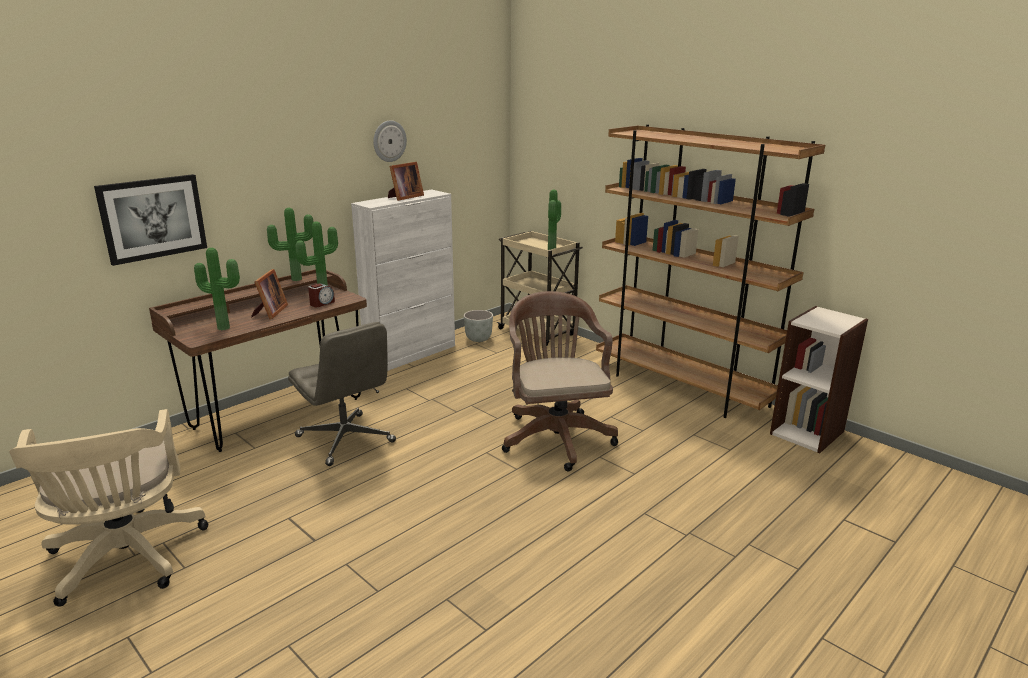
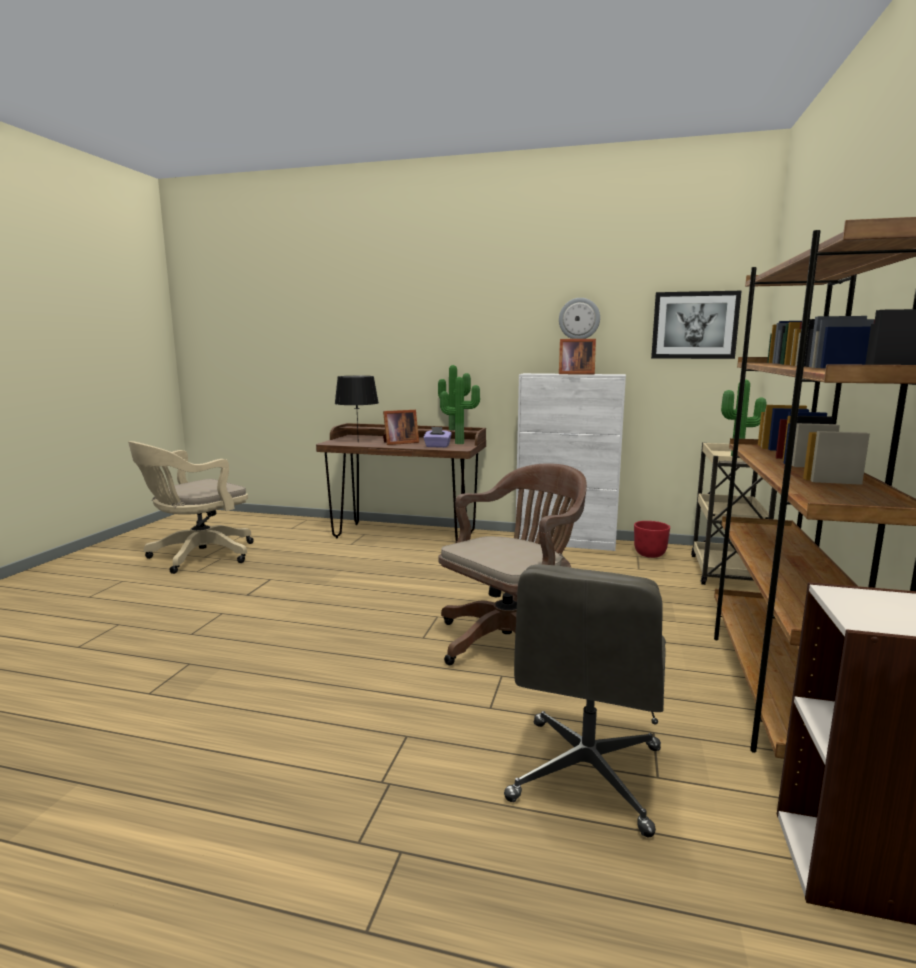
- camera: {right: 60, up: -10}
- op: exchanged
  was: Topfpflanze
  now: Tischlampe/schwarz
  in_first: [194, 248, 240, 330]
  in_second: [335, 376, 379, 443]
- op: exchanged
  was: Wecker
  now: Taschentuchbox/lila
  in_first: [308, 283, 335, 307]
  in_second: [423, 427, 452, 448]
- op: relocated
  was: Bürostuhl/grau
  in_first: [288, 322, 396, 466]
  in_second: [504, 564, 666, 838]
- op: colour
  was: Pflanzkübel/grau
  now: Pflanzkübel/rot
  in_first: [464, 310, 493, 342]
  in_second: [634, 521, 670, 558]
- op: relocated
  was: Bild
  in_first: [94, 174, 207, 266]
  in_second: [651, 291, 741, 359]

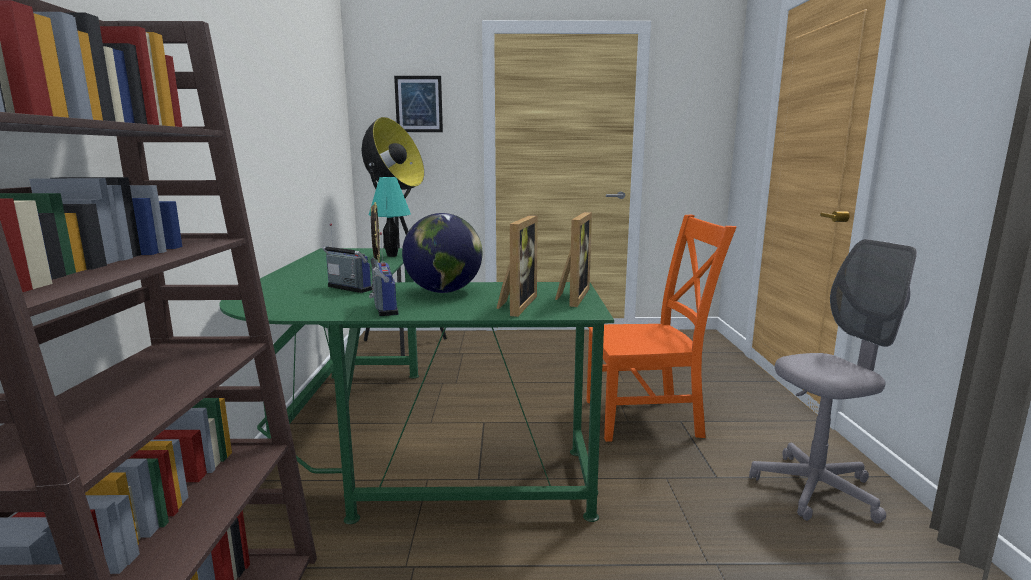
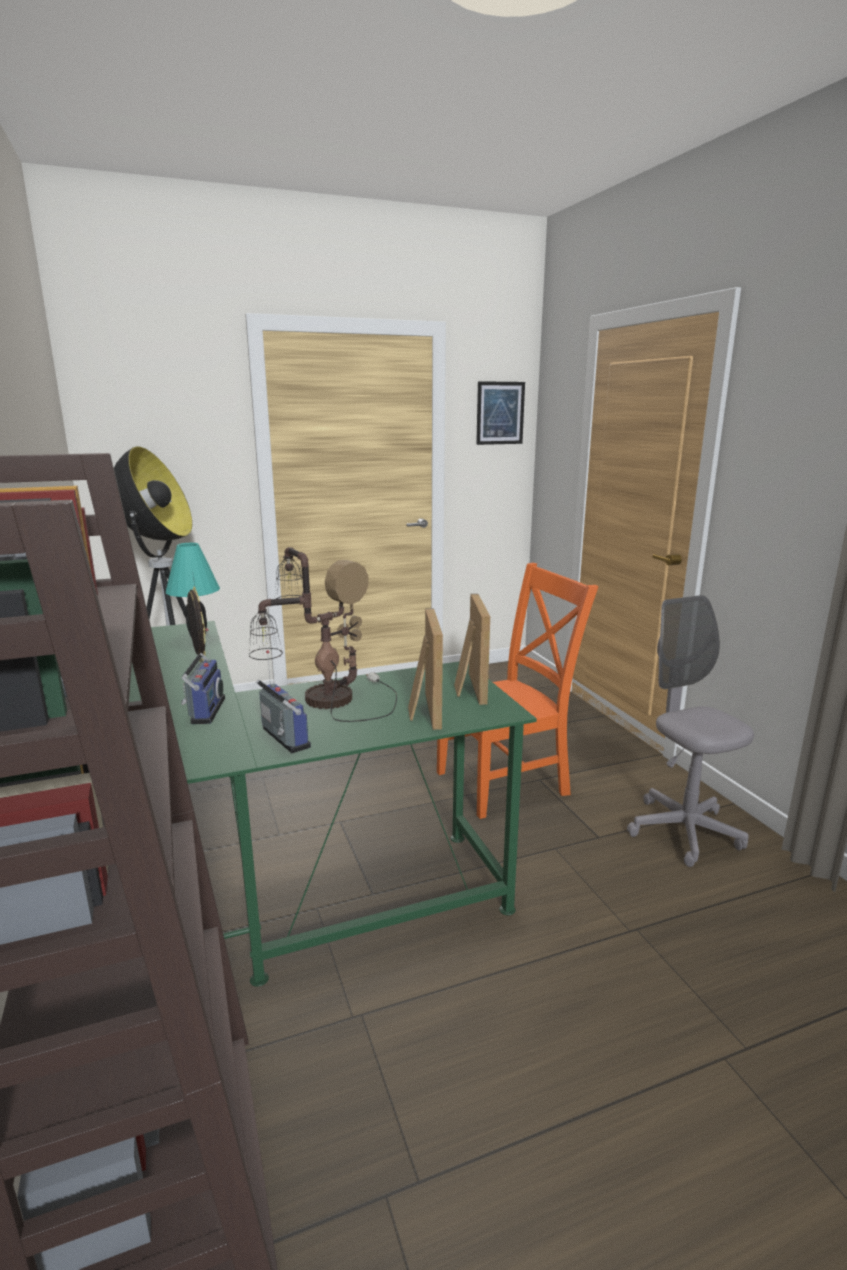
- camera: {right: -20, up: 5}
- op: spun
  was: Radio
  in_first: [322, 224, 373, 293]
  in_second: [181, 628, 225, 724]
  clockwise: 75
- op: exchanged
  was: Globus
  now: Tischlampe
  in_first: [402, 213, 482, 293]
  in_second: [249, 547, 397, 722]
- op: relocated
  was: Bild
  in_first: [394, 76, 443, 132]
  in_second: [476, 381, 525, 445]
- op: spun
  was: Bürostuhl/grau
  in_first: [749, 239, 917, 524]
  in_second: [627, 595, 754, 867]
  clockwise: -75

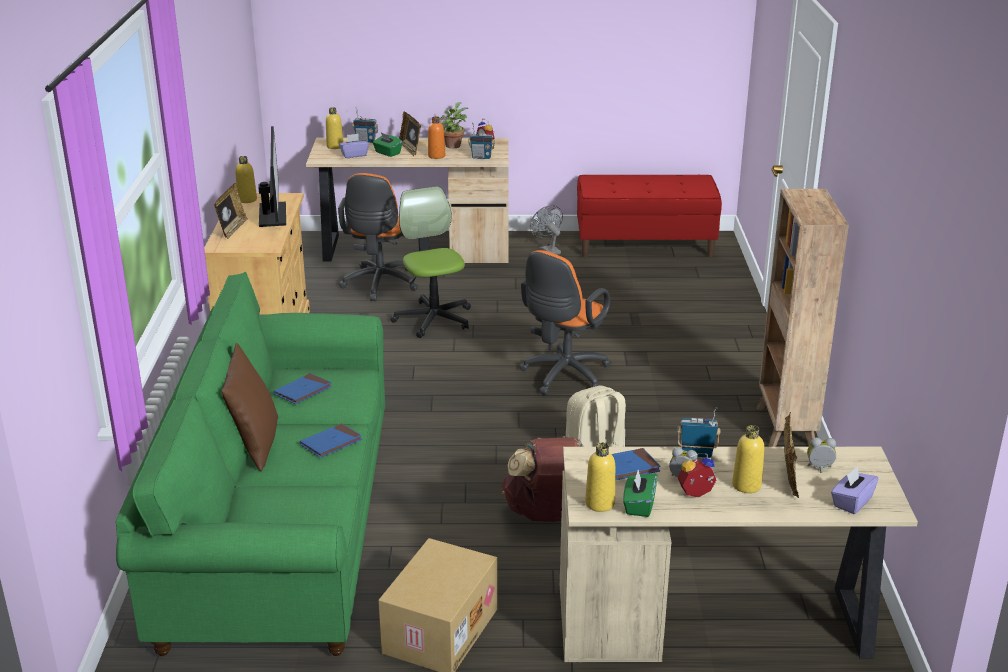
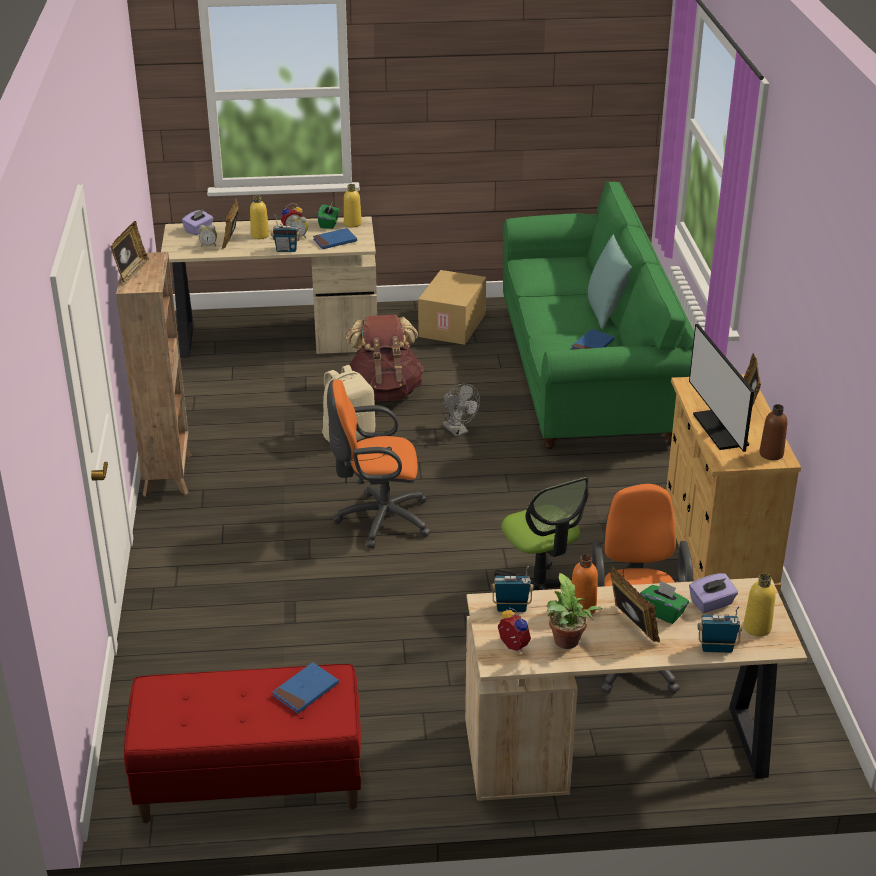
- camera: {right: 175, up: 5}
- op: appeared
  now: Bilderrahmen
  in_second: [111, 221, 150, 284]
- op: relocated
  was: Buch/blau
  in_first: [300, 423, 362, 458]
  in_second: [272, 662, 339, 714]
- op: spun
  was: Bürostuhl/orange
  in_first: [520, 250, 611, 395]
  in_second: [327, 380, 431, 548]
  clockwise: -120
- op: relocated
  was: Ventilator/grau
  in_first: [530, 205, 563, 255]
  in_second: [442, 384, 480, 437]
- op: colour
  was: Kissen/braun
  now: Kissen/türkis
  in_first: [222, 343, 278, 471]
  in_second: [588, 234, 632, 330]
- op: colour
  was: Flasche/gelb
  now: Flasche/braun
  in_first: [235, 156, 257, 203]
  in_second: [759, 404, 787, 460]

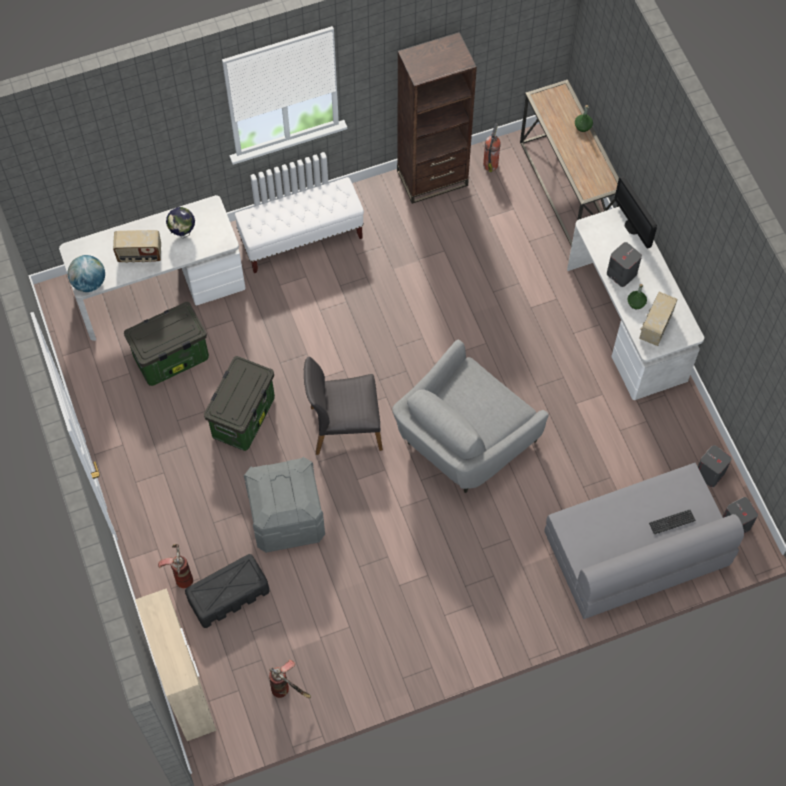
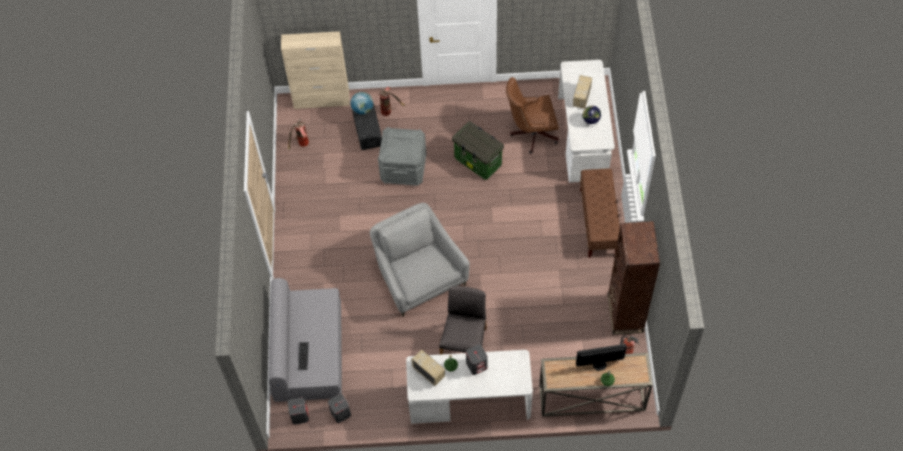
- camera: {right: 110, up: -5}
- op: relocated
  was: Globus
  in_first: [68, 255, 105, 292]
  in_second: [351, 92, 373, 115]
- op: relocated
  was: Stuhl/grau
  in_first: [304, 356, 383, 455]
  in_second: [439, 286, 487, 354]
- op: exchanged
  was: Aufbewahrungsbox
  now: Bürostuhl/braun
  in_first: [124, 302, 209, 386]
  in_second: [506, 77, 559, 154]
- op: relocated
  was: Monitor
  in_first: [615, 176, 657, 249]
  in_second: [576, 344, 627, 371]
- op: colour
  was: Bank/weiß
  now: Bank/braun
  in_first: [235, 177, 364, 273]
  in_second: [580, 169, 620, 258]

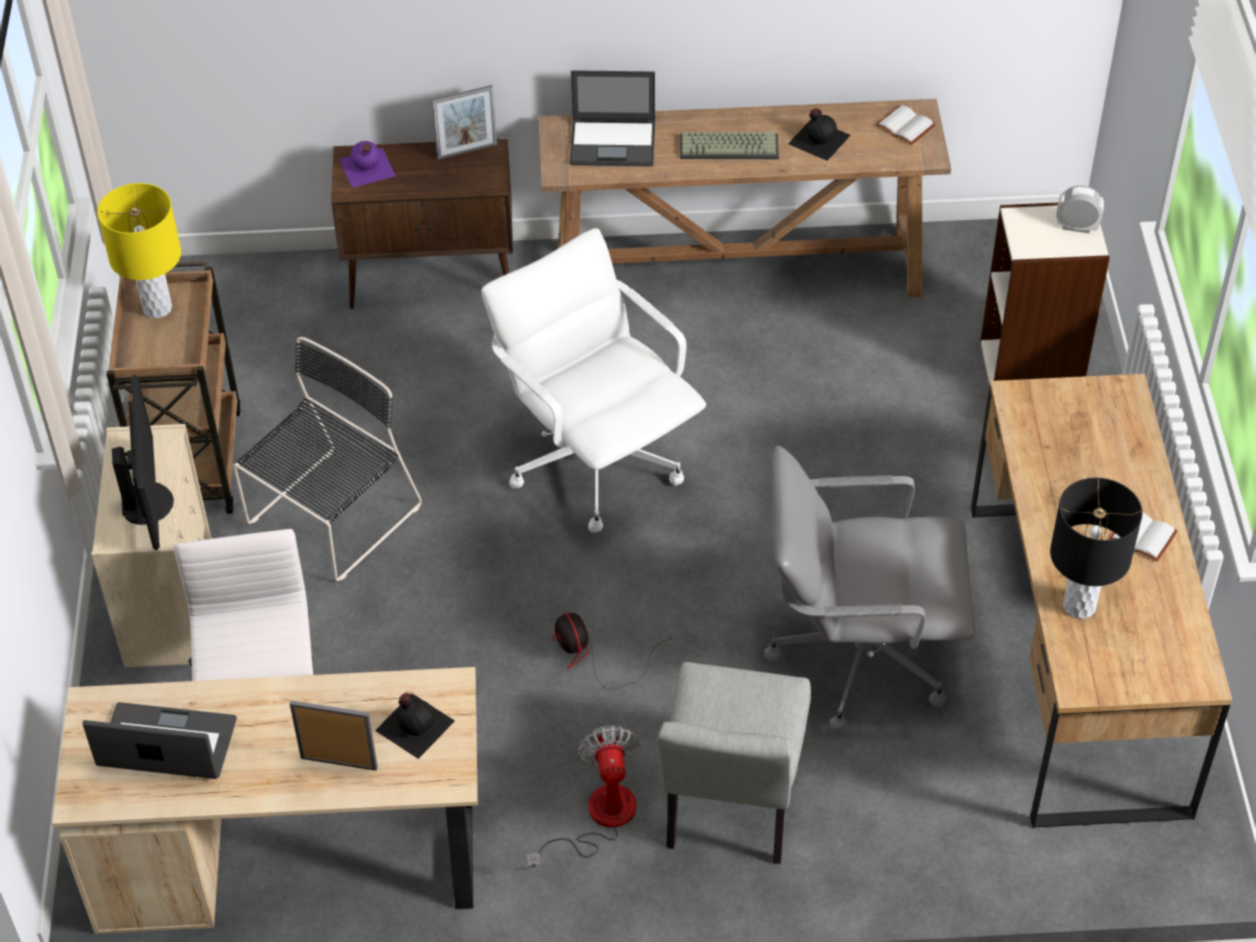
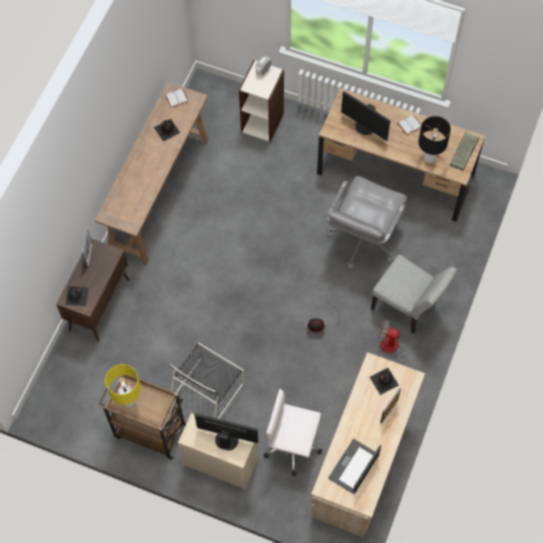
- camera: {right: -65, up: 15}
- op: colour
  was: Flasche/lila
  now: Flasche/schwarz
  in_first: [339, 141, 396, 188]
  in_second: [65, 286, 89, 306]
- op: spun
  was: Stuhl/schwarz
  in_first: [233, 337, 422, 581]
  in_second: [170, 342, 244, 419]
  clockwise: -120
- op: appeared
  now: Monitor
  in_second: [341, 91, 390, 141]
- op: relocated
  was: Tastatur
  in_first: [680, 132, 779, 159]
  in_second: [450, 132, 479, 171]
- op: missing
  was: Bürostuhl/weiß
  in_first: [481, 228, 706, 533]
- op: missing
  was: Laptop
  in_first: [570, 70, 655, 167]

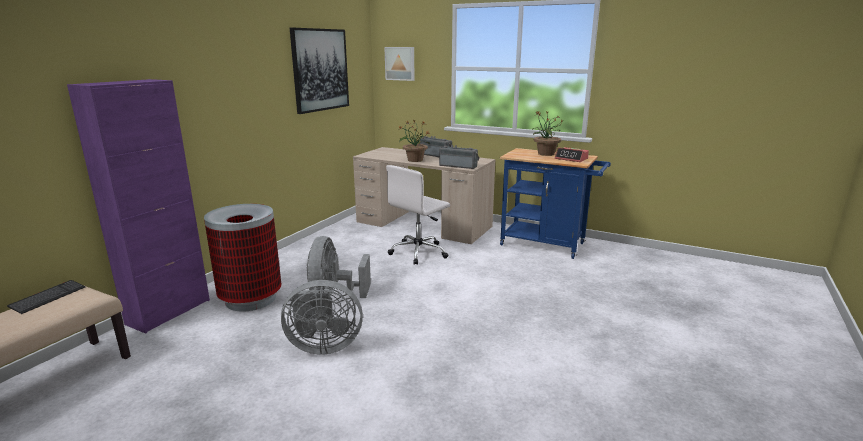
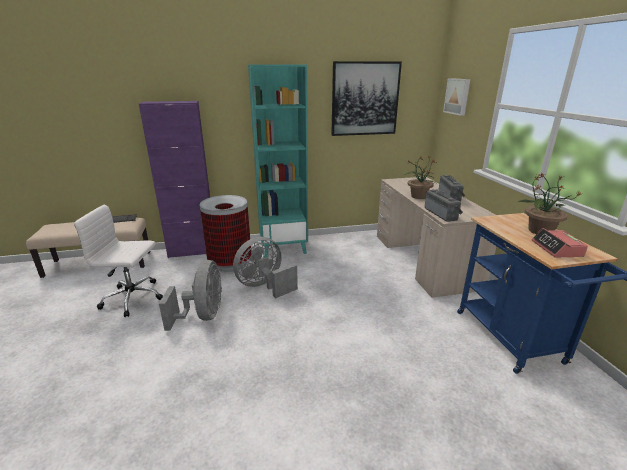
- camera: {right: 50, up: 5}
- op: relocated
  was: Bürostuhl/weiß
  in_first: [386, 165, 450, 265]
  in_second: [74, 205, 163, 317]
- op: spun
  was: Ventilator/grau
  in_first: [281, 280, 363, 354]
  in_second: [159, 260, 222, 331]
  clockwise: -135
- op: appeared
  now: Bücherregal/türkis
  in_second: [248, 64, 308, 257]

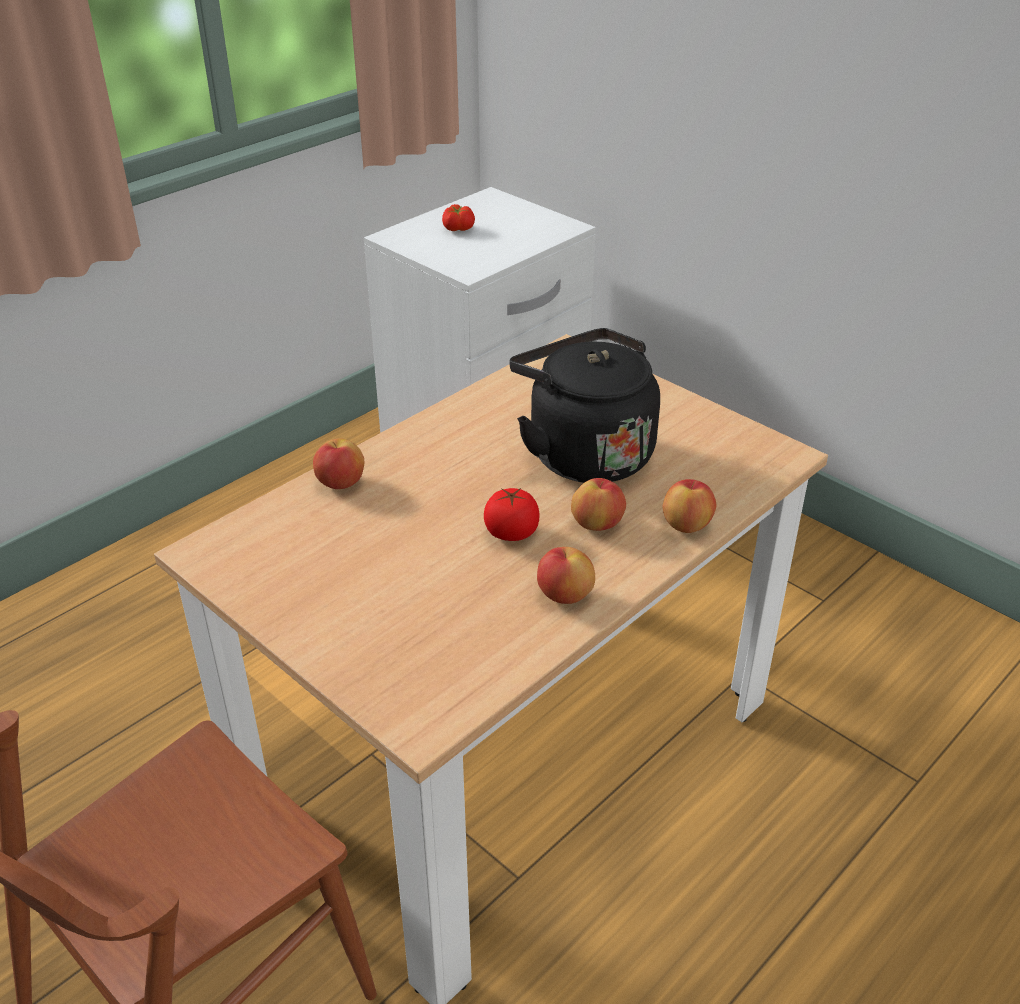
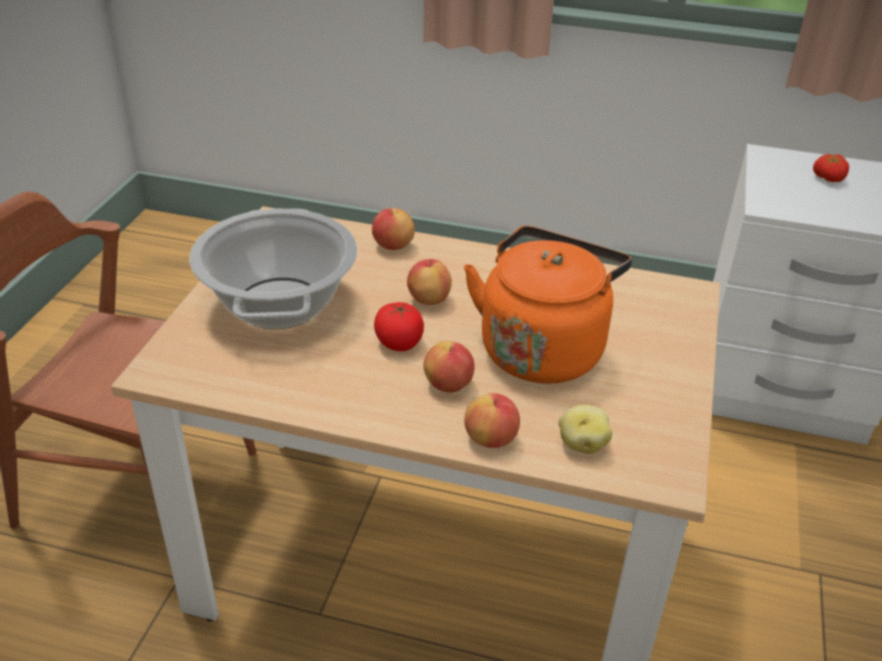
- camera: {right: 60, up: 0}
- op: appeared
  now: Kochtopf
  in_second: [190, 209, 358, 329]
- op: relocated
  was: Apfel
  in_first: [537, 547, 595, 604]
  in_second: [407, 259, 452, 305]
- op: colour
  was: Wasserkessel/schwarz
  now: Wasserkessel/orange
  in_first: [509, 328, 660, 483]
  in_second: [464, 226, 632, 384]
- op: appeared
  now: Kartoffel
  in_second: [558, 404, 612, 454]

